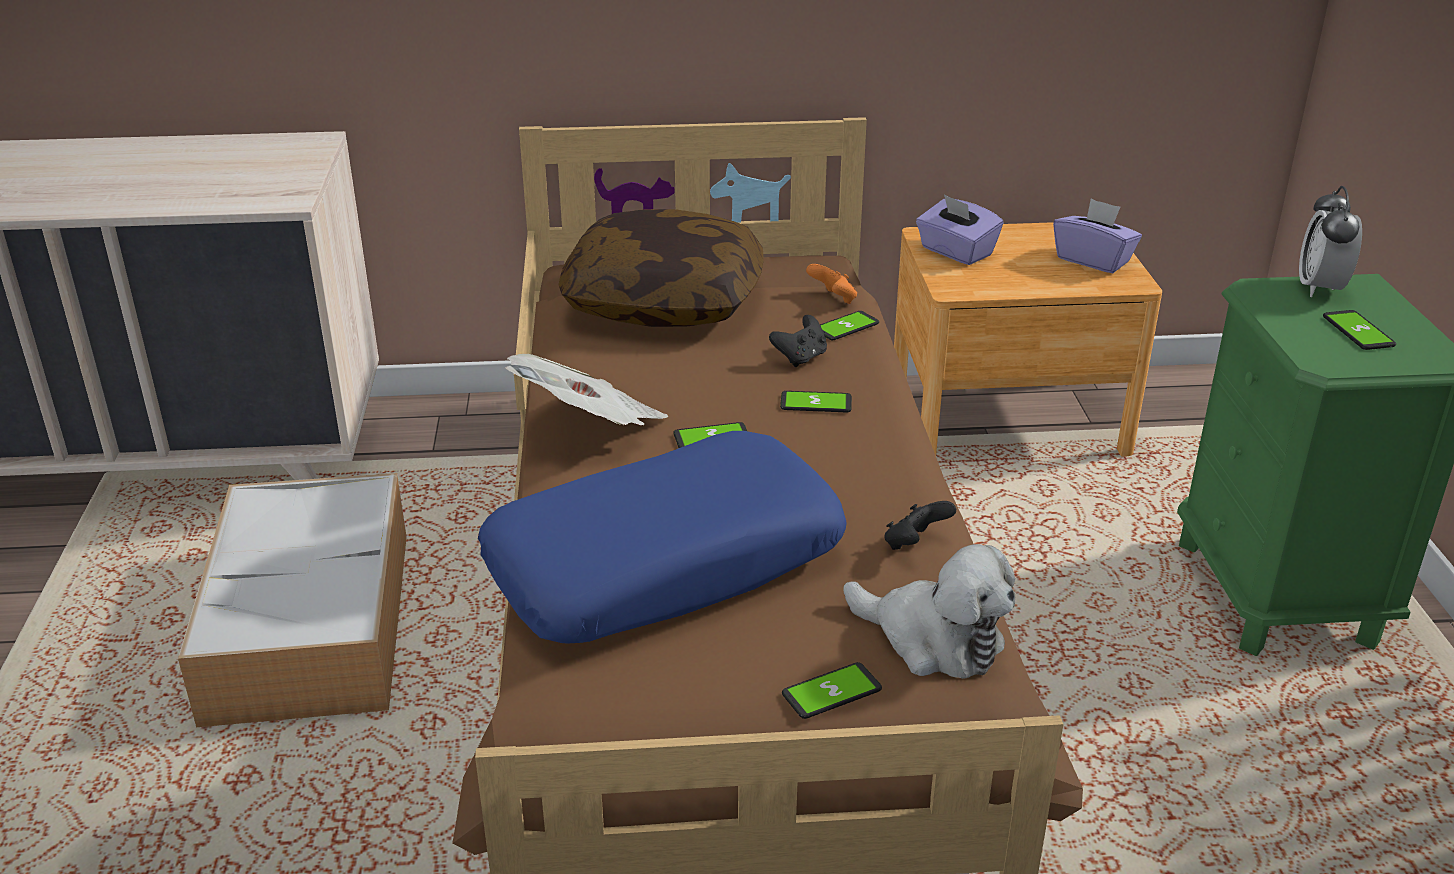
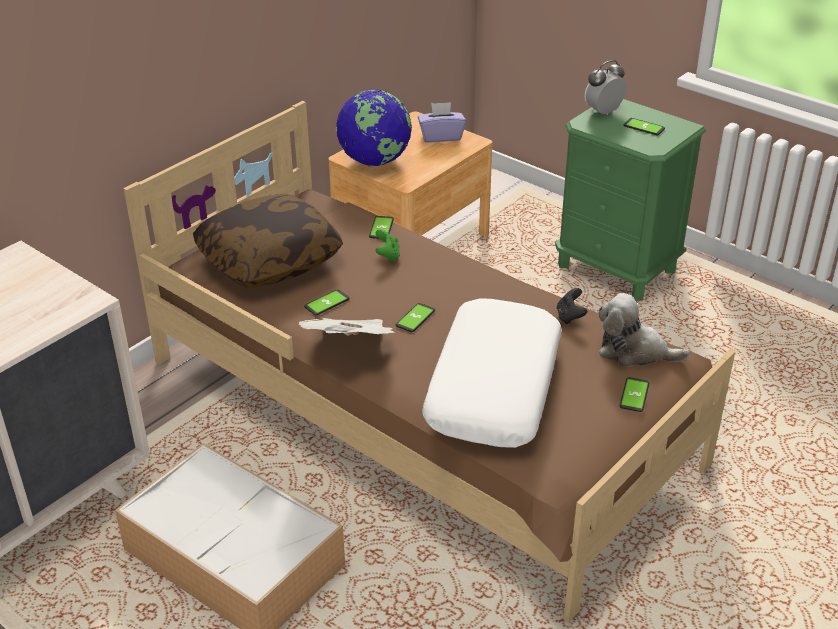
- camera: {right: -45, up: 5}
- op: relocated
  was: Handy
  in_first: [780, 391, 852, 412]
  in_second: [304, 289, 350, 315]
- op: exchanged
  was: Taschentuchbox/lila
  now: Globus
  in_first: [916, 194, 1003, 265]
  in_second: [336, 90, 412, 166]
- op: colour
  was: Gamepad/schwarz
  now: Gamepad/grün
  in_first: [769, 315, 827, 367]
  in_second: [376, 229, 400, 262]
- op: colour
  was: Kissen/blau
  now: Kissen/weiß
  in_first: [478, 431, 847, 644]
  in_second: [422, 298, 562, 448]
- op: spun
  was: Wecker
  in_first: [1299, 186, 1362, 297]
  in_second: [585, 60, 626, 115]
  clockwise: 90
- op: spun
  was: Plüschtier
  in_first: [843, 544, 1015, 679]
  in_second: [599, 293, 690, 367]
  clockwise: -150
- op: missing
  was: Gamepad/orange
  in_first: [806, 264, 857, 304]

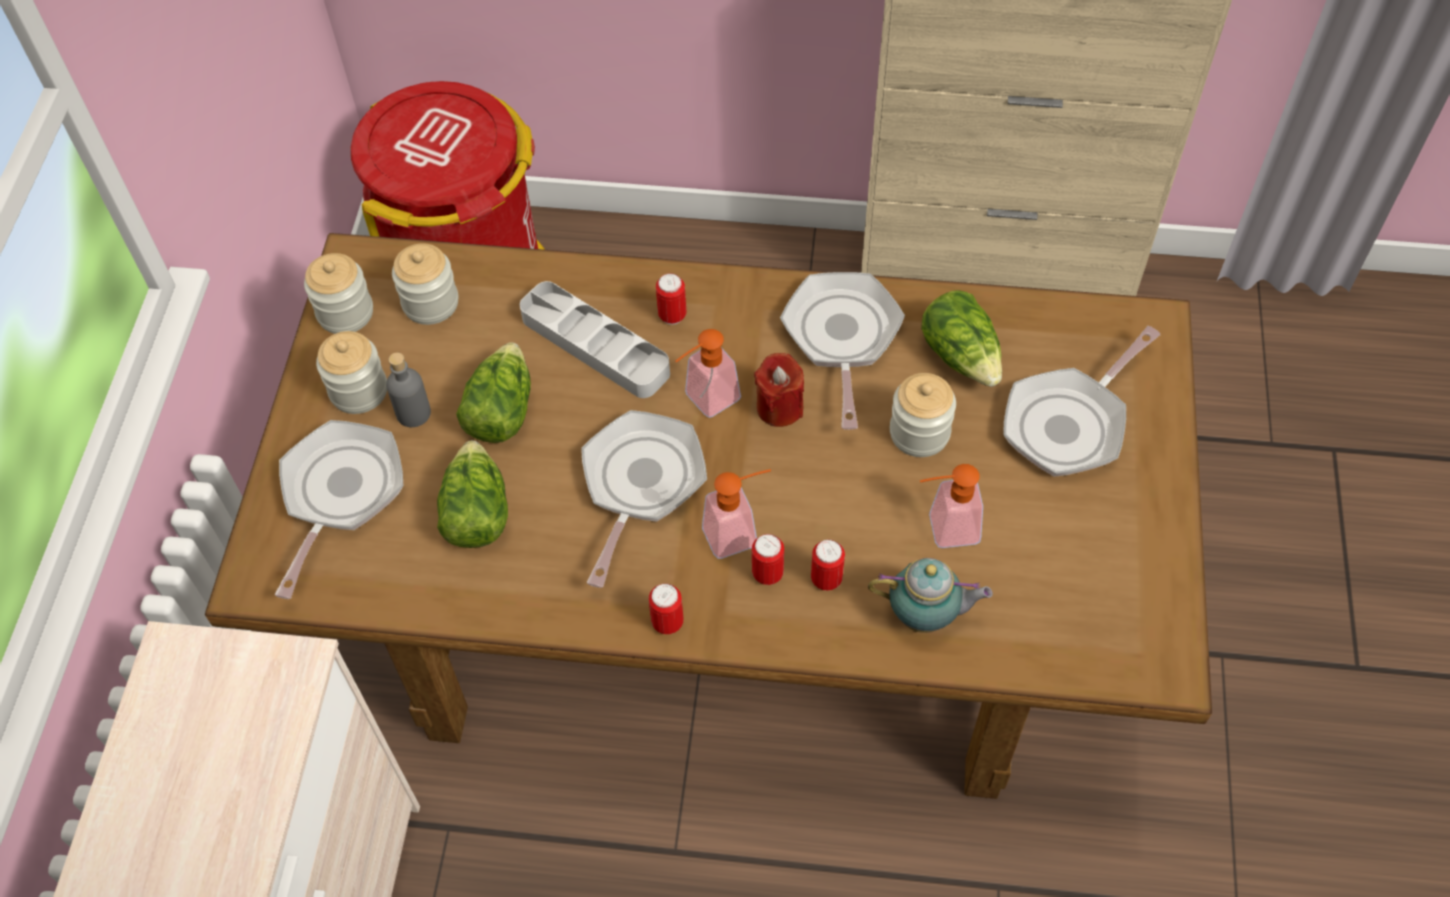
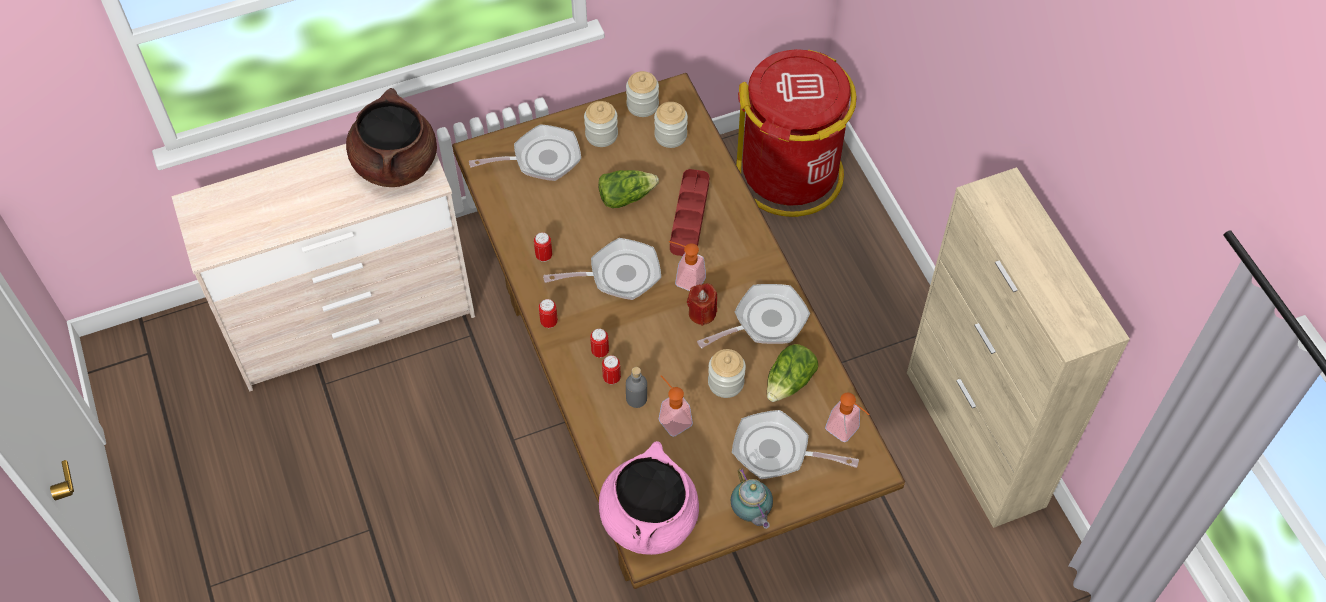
- camera: {right: 60, up: 0}
- op: appeared
  now: Kochtopf/braun
  in_second: [346, 88, 437, 187]
- op: relocated
  was: Dose
  in_first: [656, 273, 686, 325]
  in_second: [534, 232, 552, 262]
- op: appeared
  now: Kochtopf/rosa
  in_second: [599, 441, 699, 555]
- op: relocated
  was: Flasche/grau
  in_first: [386, 353, 431, 427]
  in_second: [626, 367, 647, 408]
- op: colour
  was: Tablett/grau
  now: Tablett/rot
  in_first: [520, 281, 670, 398]
  in_second: [670, 169, 710, 256]
- op: relocated
  was: Teekanne
  in_first: [868, 558, 993, 633]
  in_second: [730, 469, 773, 529]
- op: relocated
  was: Seifenspender
  in_first: [702, 469, 771, 559]
  in_second: [825, 393, 870, 442]
- op: missing
  was: Salatkopf
  in_first: [437, 441, 508, 548]

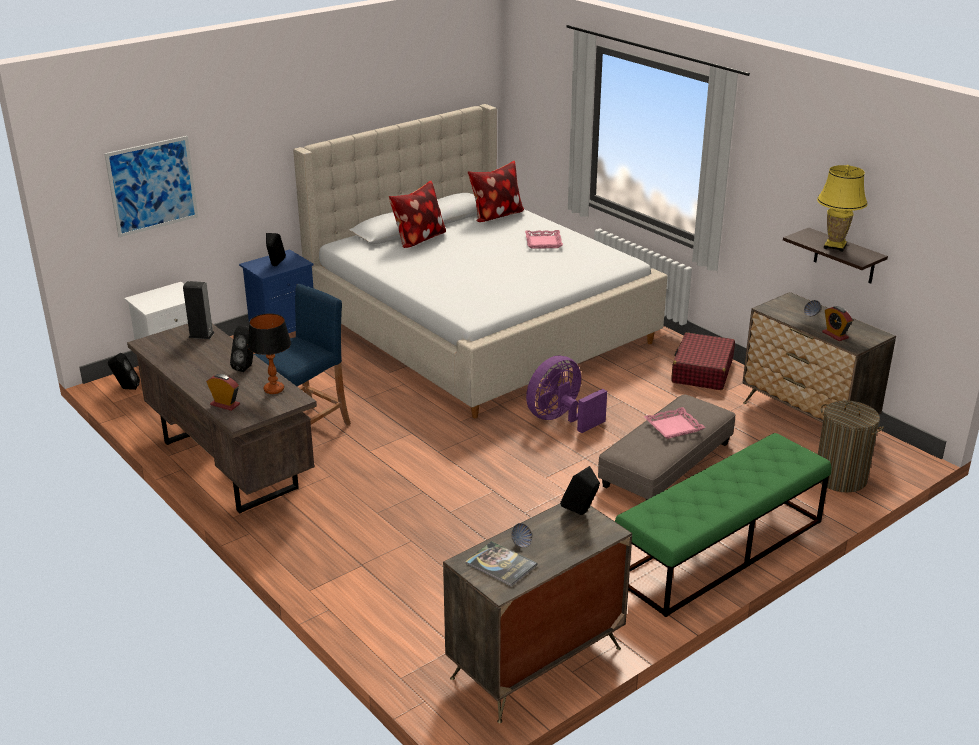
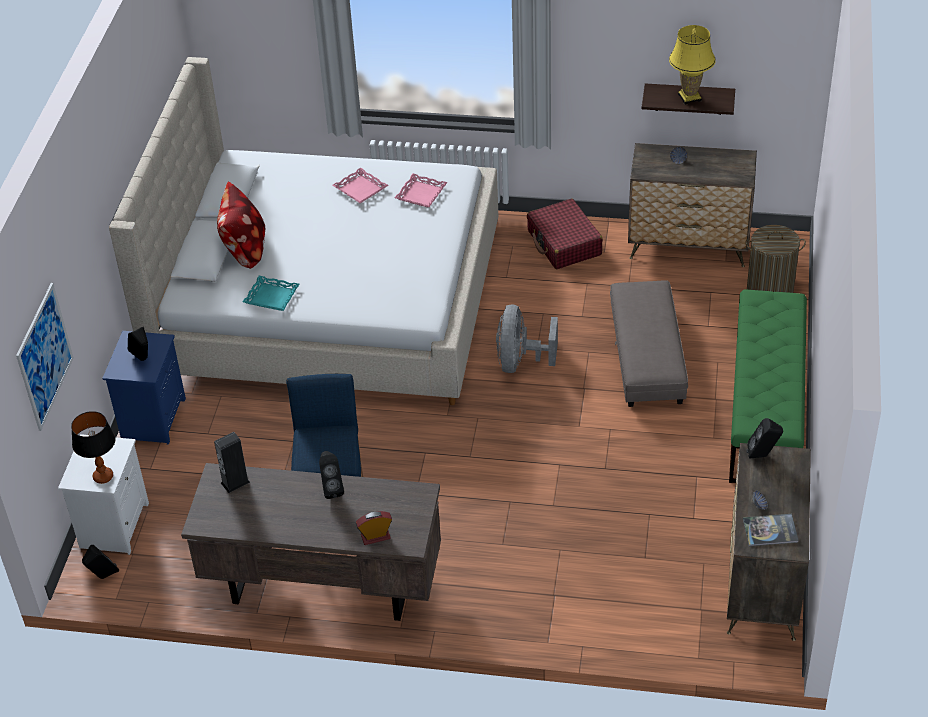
- camera: {right: -40, up: 15}
- op: relocated
  was: Tischlampe
  in_first: [248, 313, 291, 394]
  in_second: [71, 411, 116, 484]
- op: appeared
  now: Tablett/türkis
  in_second: [243, 276, 299, 311]
- op: relocated
  was: Tablett/rosa
  in_first: [643, 407, 706, 439]
  in_second: [394, 173, 448, 207]
- op: colour
  was: Ventilator/lila
  now: Ventilator/grau
  in_first: [526, 356, 607, 433]
  in_second: [496, 305, 558, 373]
- op: missing
  was: Kissen
  in_first: [468, 161, 524, 222]
- op: missing
  was: Wecker
  in_first: [822, 306, 853, 341]

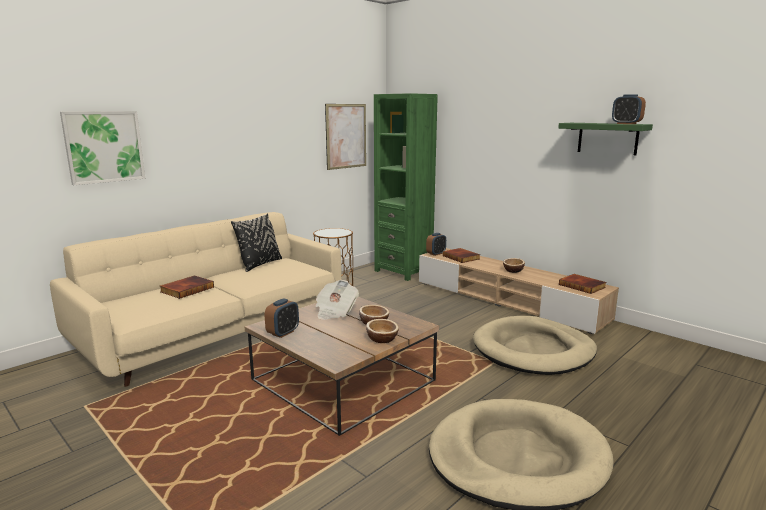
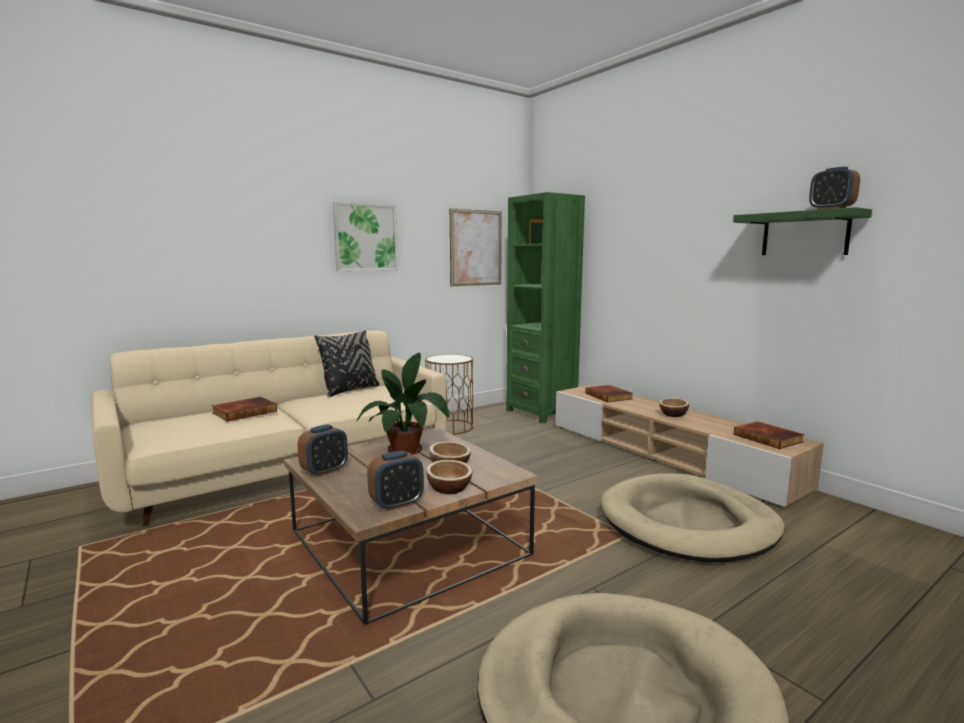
- camera: {right: 10, up: -5}
- op: relocated
  was: Bild
  in_first: [60, 111, 145, 185]
  in_second: [333, 202, 398, 271]
- op: exchanged
  was: Zeitung
  now: Topfpflanze
  in_first: [315, 280, 359, 320]
  in_second: [356, 353, 449, 455]
- op: relocated
  was: Wecker
  in_first: [426, 233, 446, 256]
  in_second: [367, 450, 424, 511]

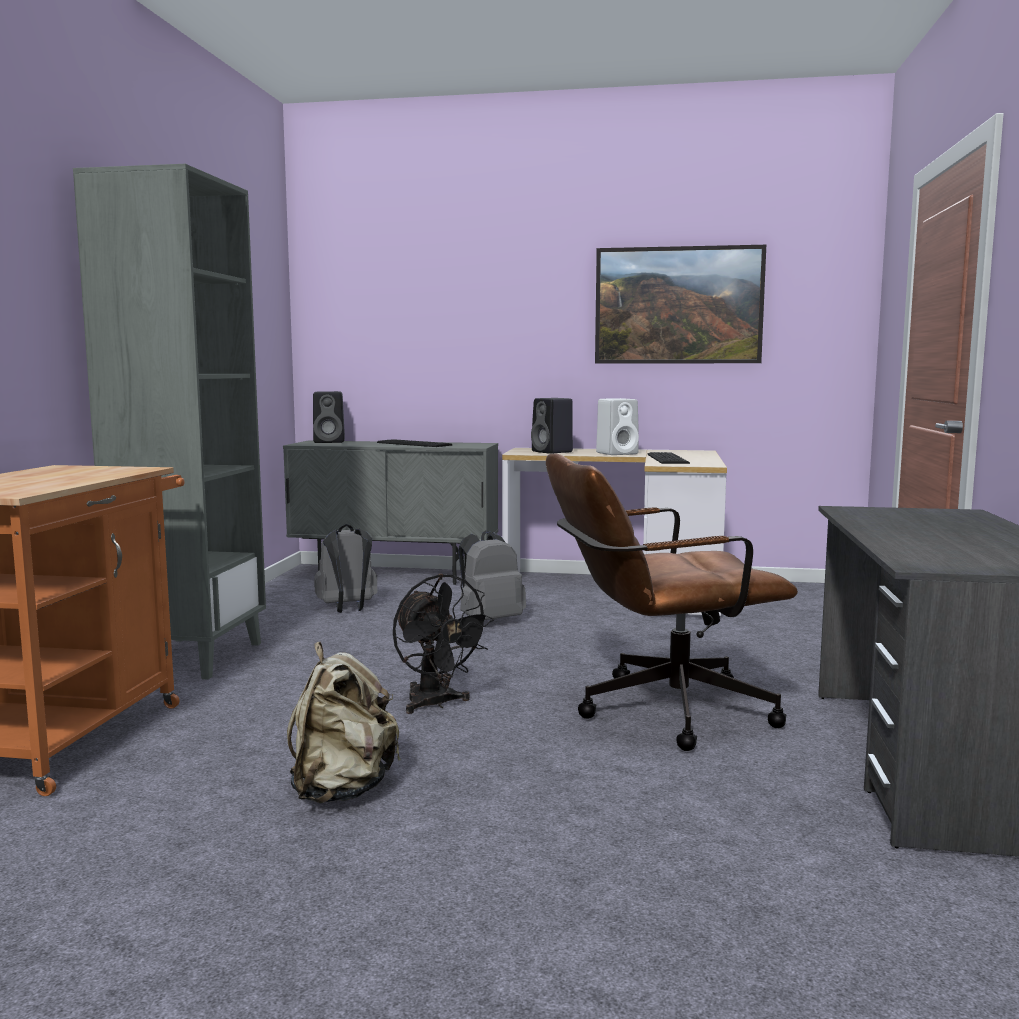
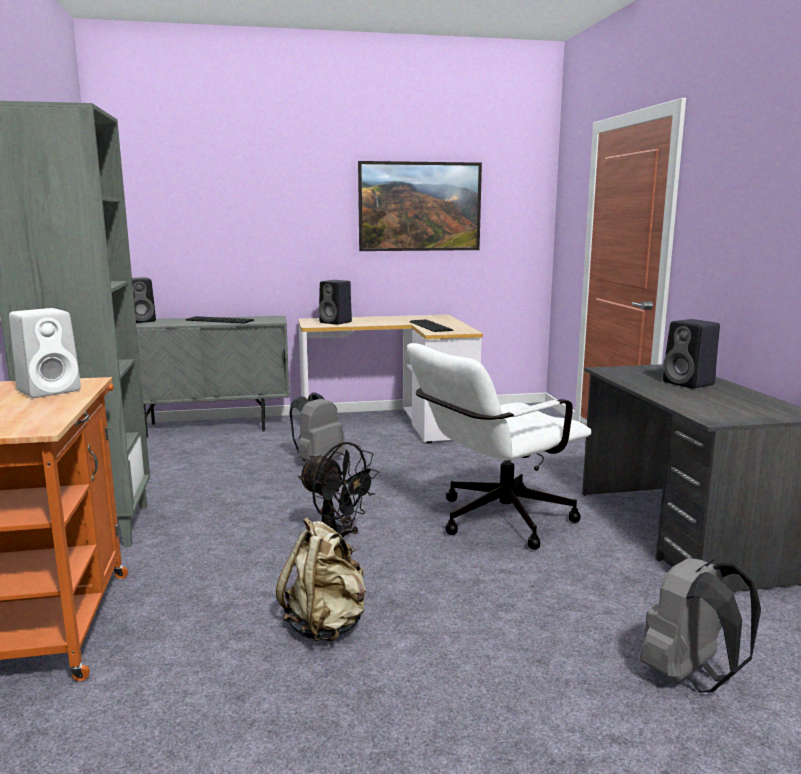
- camera: {right: -20, up: 5}
- op: relocated
  was: Lautsprecher/weiß
  in_first: [596, 398, 639, 455]
  in_second: [9, 308, 81, 398]
- op: colour
  was: Bürostuhl/braun
  now: Bürostuhl/weiß
  in_first: [546, 454, 798, 751]
  in_second: [407, 343, 592, 550]
- op: relocated
  was: Rucksack/grau
  in_first: [314, 524, 377, 613]
  in_second: [640, 558, 761, 692]
- op: appeared
  now: Lautsprecher/schwarz
  in_second: [663, 319, 720, 389]

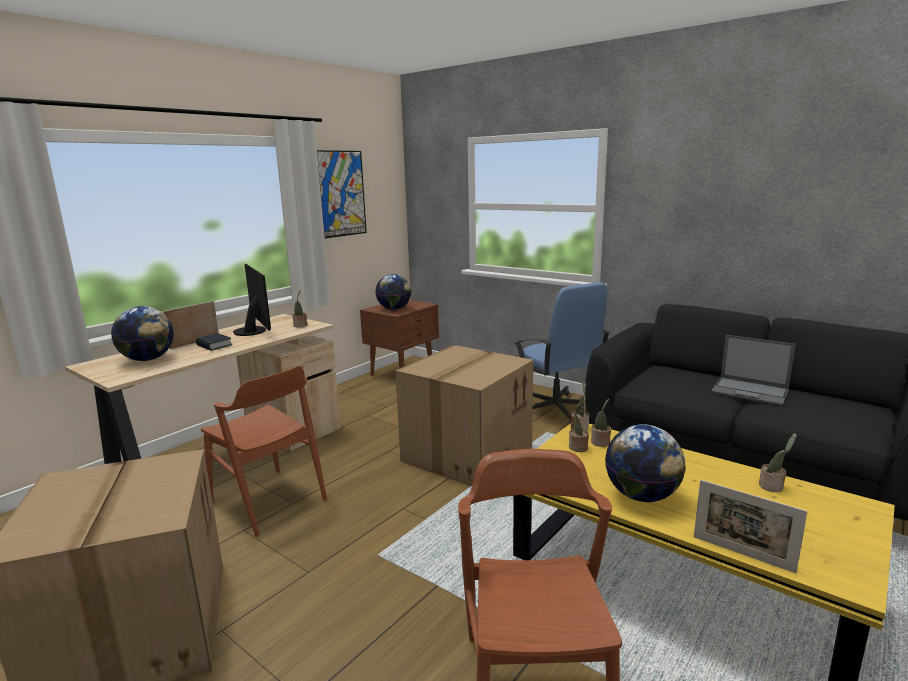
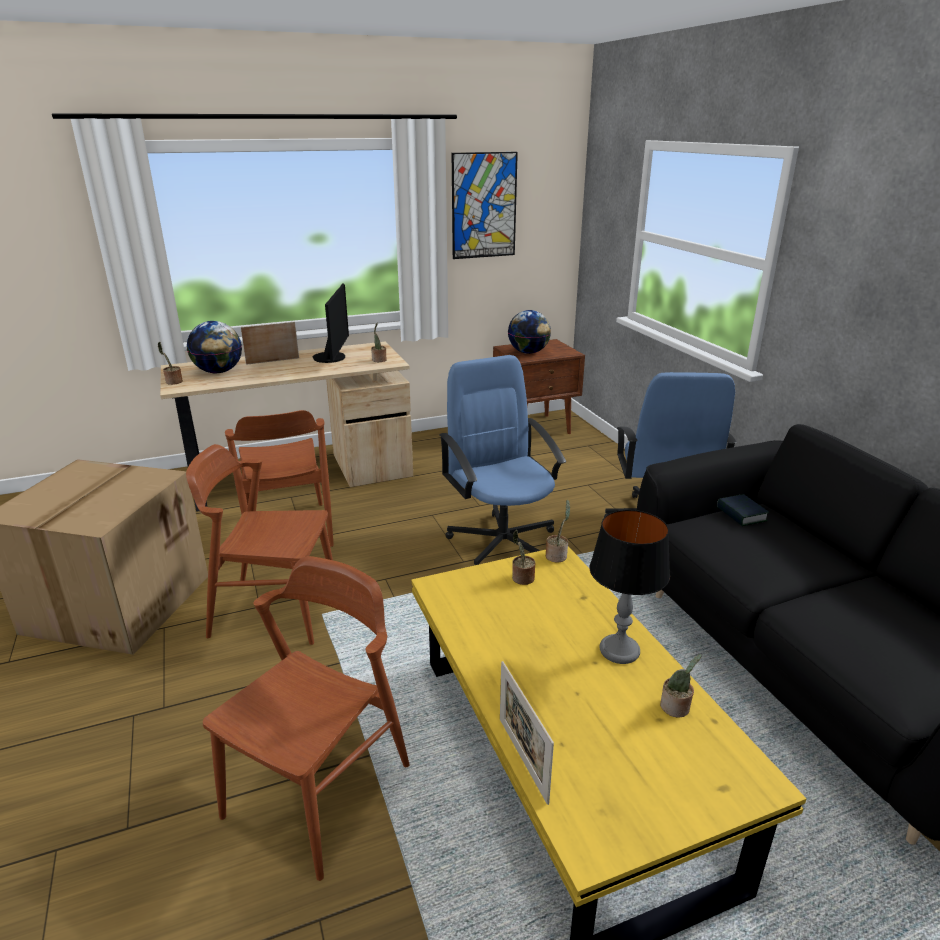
- camera: {right: 30, up: 10}
- op: relocated
  was: Topfpflanze
  in_first: [591, 399, 611, 447]
  in_second: [158, 341, 183, 385]
- op: appeared
  now: Stuhl/braun
  in_second: [186, 444, 333, 645]
- op: exchanged
  was: Karton
  now: Bürostuhl/blau
  in_first: [395, 345, 533, 486]
  in_second: [439, 355, 566, 566]
- op: appeared
  now: Tischlampe
  in_second: [590, 510, 670, 664]
- op: relocated
  was: Buch
  in_first: [196, 333, 232, 351]
  in_second: [717, 494, 769, 526]
- op: missing
  was: Globus
  in_first: [605, 424, 686, 502]
- op: missing
  was: Laptop
  in_first: [711, 335, 796, 406]

